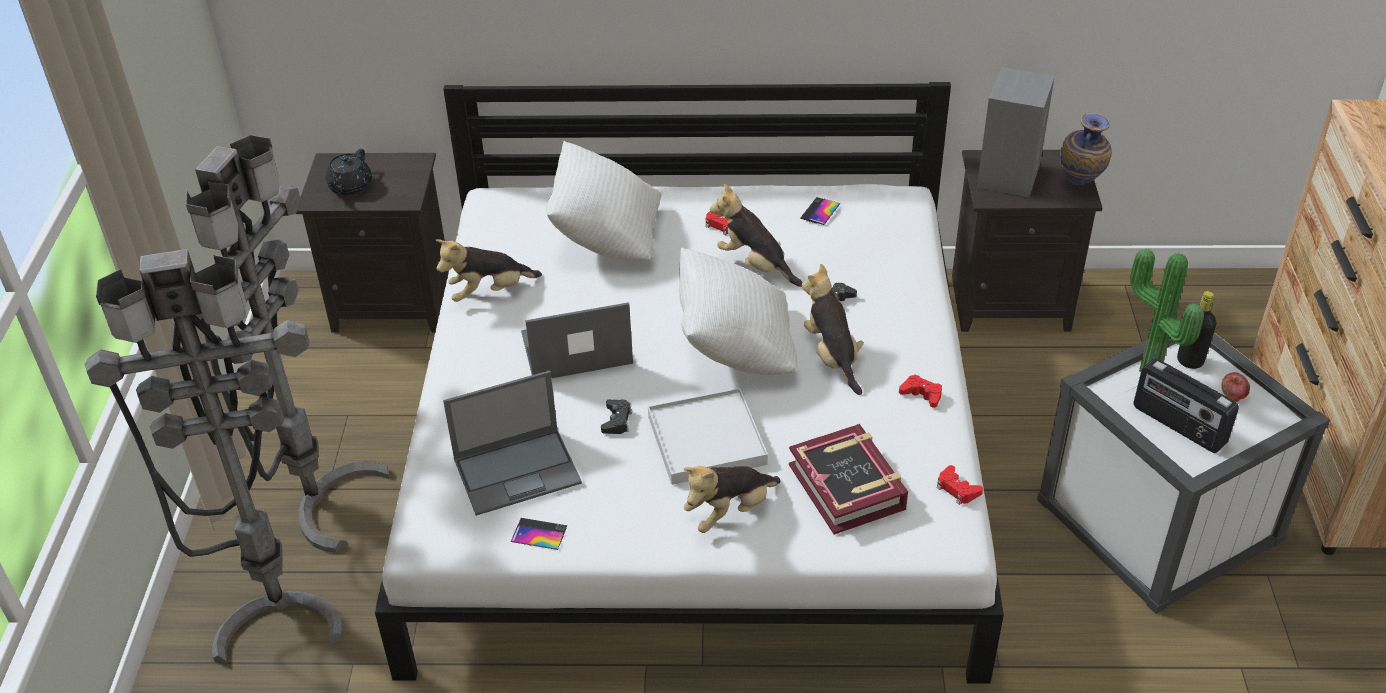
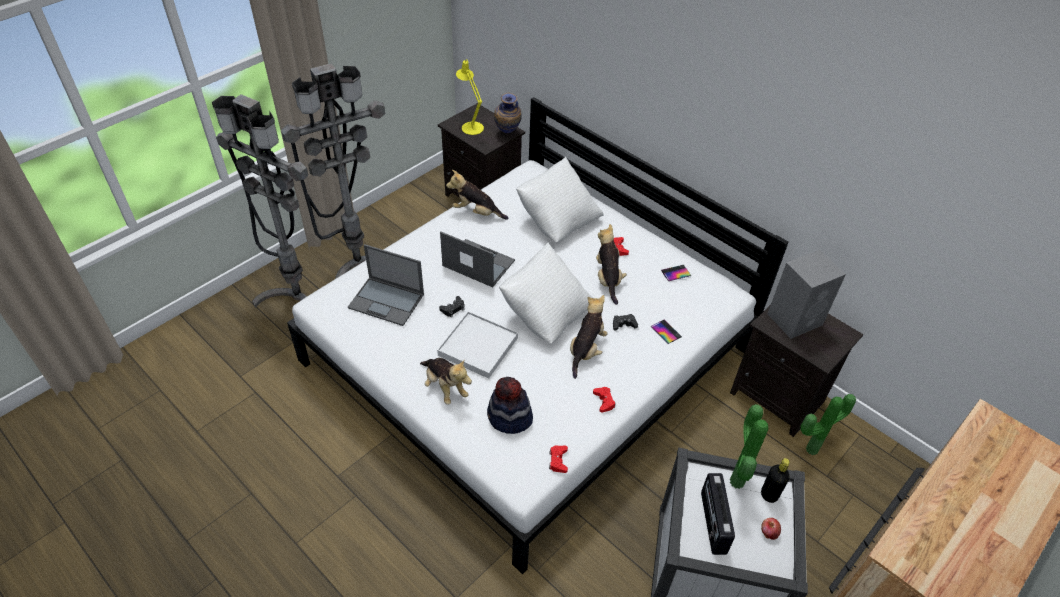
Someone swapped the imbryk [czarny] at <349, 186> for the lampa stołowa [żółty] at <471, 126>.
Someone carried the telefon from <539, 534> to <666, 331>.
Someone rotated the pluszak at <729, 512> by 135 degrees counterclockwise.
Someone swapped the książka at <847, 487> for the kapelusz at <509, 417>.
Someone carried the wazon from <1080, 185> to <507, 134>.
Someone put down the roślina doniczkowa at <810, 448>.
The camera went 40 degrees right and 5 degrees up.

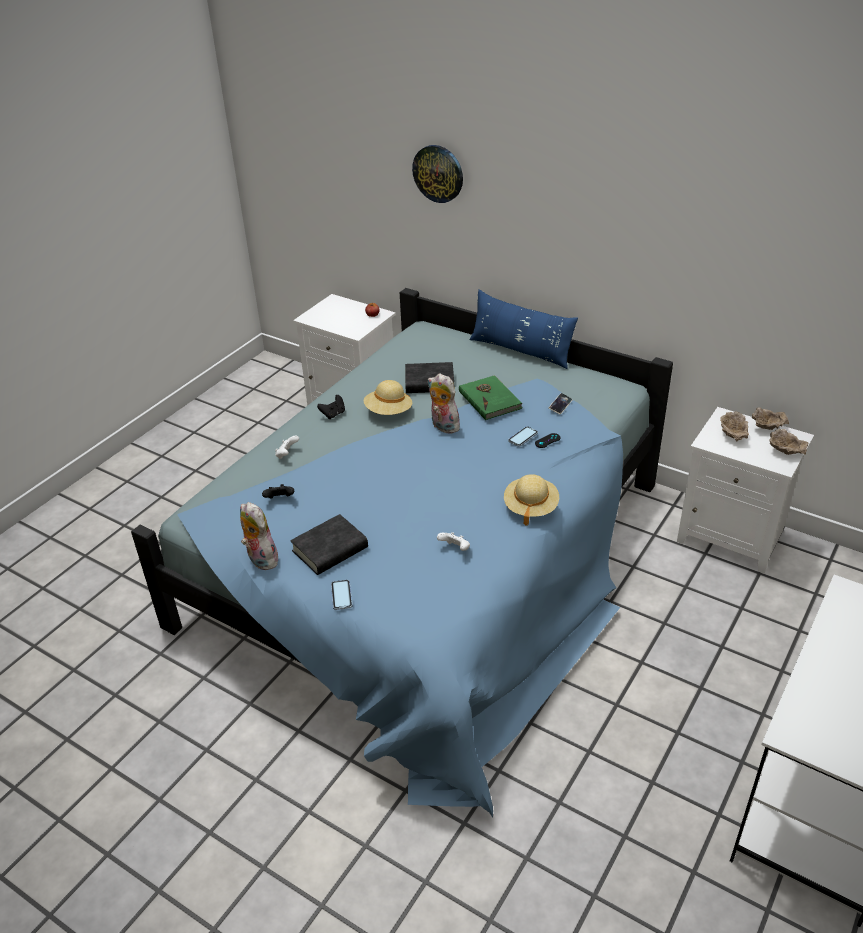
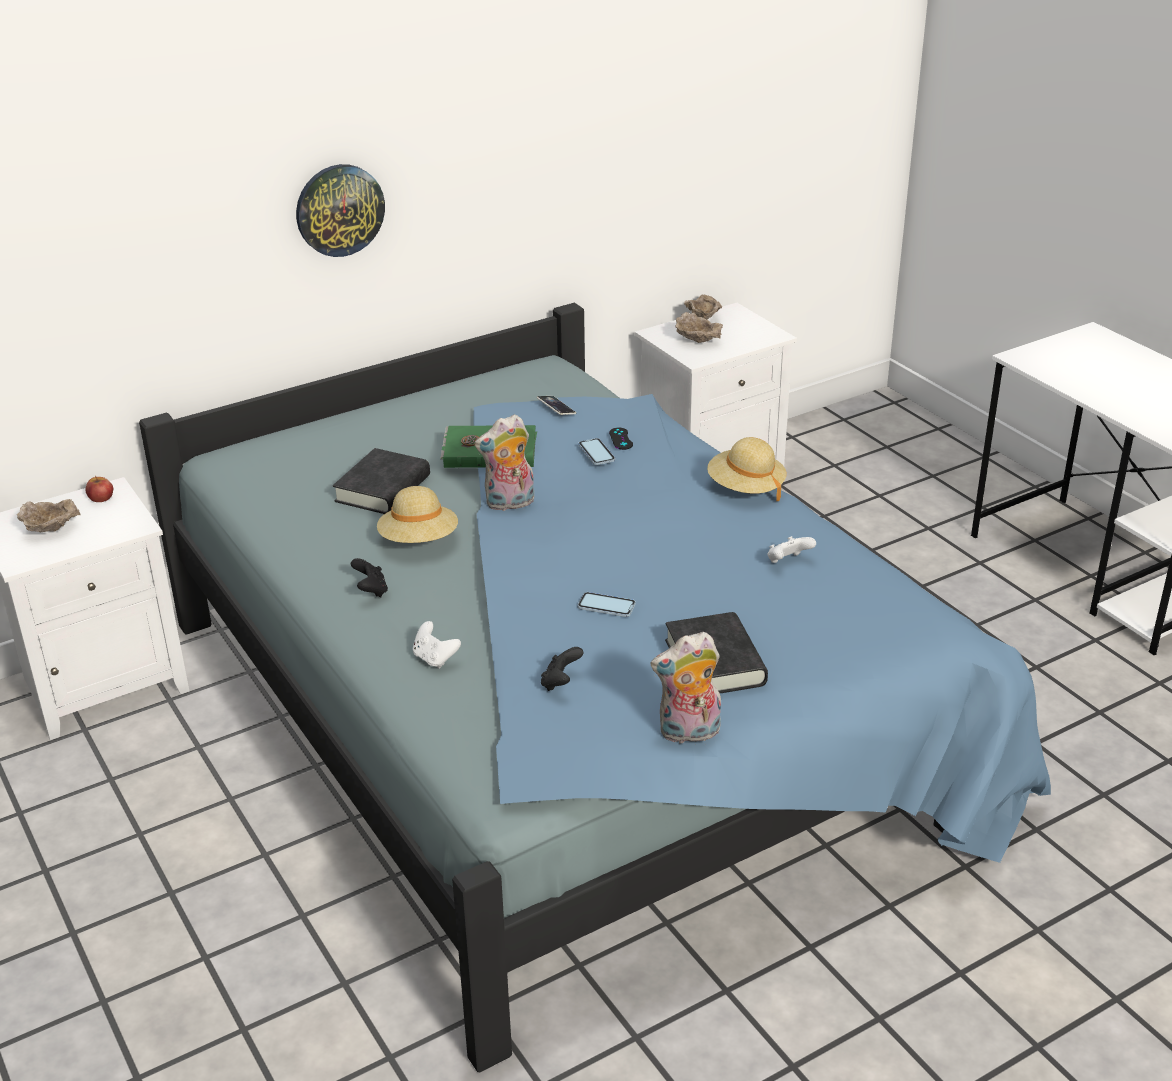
Someone carried the telefon from <341, 595> to <606, 606>.
Someone carried the zegar ścienny from <438, 173> to <339, 210>.
Someone took away the poduszka [niebieski] at <520, 351>.
Someone carried the miska [beżowy] from <785, 453> to <52, 530>.
The camera went 65 degrees left and 5 degrees down.

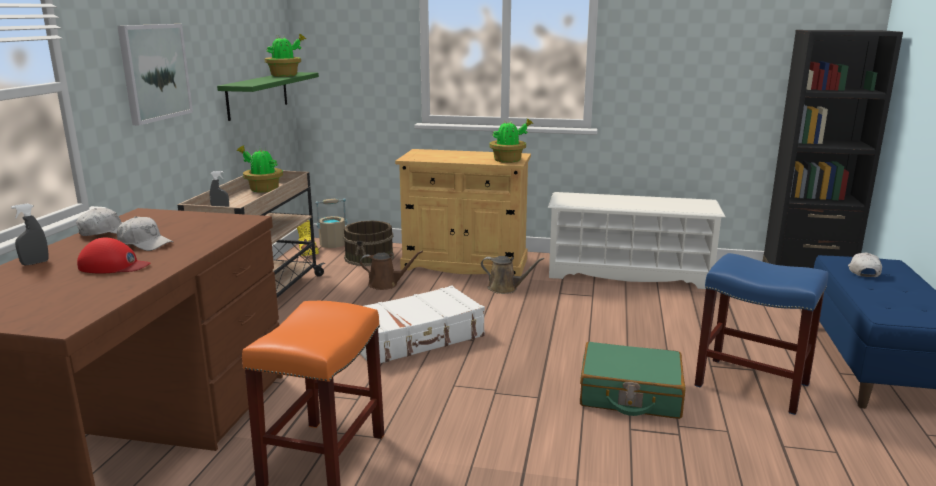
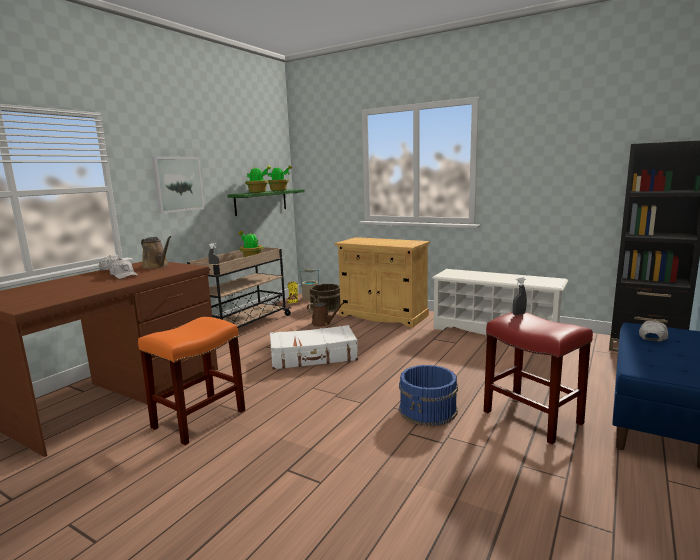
Someone carried the spryskiwacz [szary] from <35, 263> to <519, 314>.
Someone took away the czapka z daszkiem [czerwony] at <114, 266>.
Someone carried the konewka [brązowy] from <505, 288> to <157, 266>.
Someone carried the roślina doniczkowa from <509, 160> to <258, 192>.
Someone swapped the walizka [zielony] at <630, 394> for the wiadro [niebieski] at <428, 410>.
Someone repainted the stołek [niebieski] at <753, 384>, which became the stołek [czerwony] at <533, 417>.
The camera went 20 degrees right and 5 degrees down.

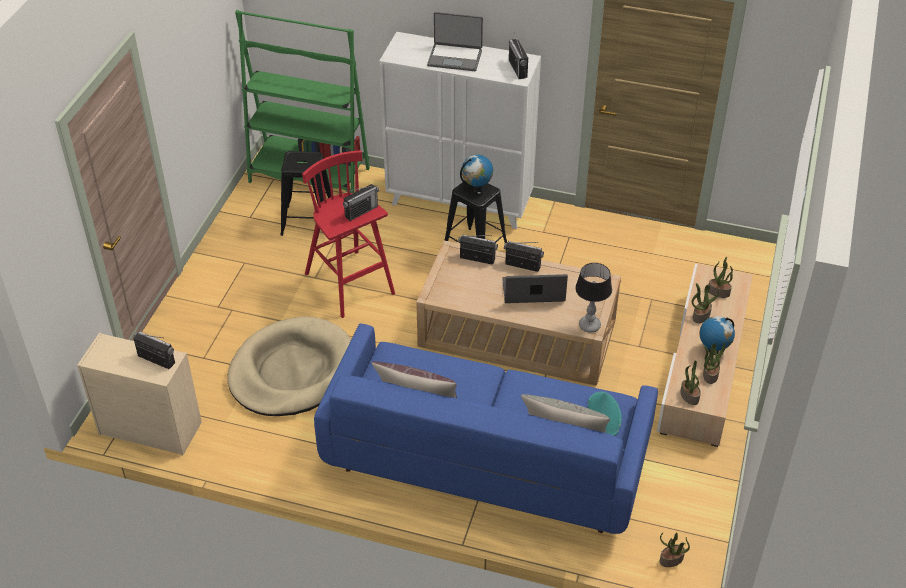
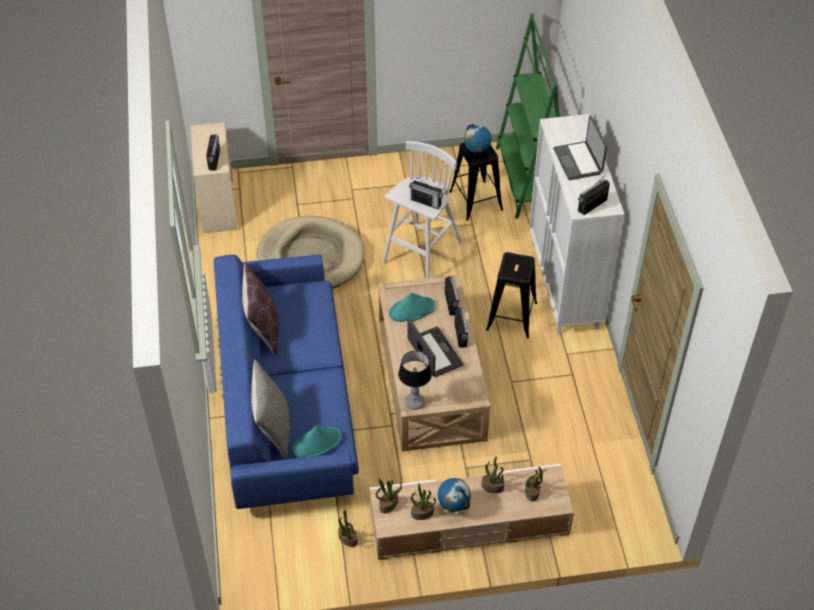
Someone repainted the stołek [czerwony] at <350, 285>, which became the stołek [biały] at <421, 254>.
Someone carried the globus from <477, 188> to <476, 154>.
Someone carried the roślina doniczkowa from <671, 560> to <347, 539>.
Someone put down the kapelusz [turkusowy] at <412, 310>.
The camera went 65 degrees right and 5 degrees up.

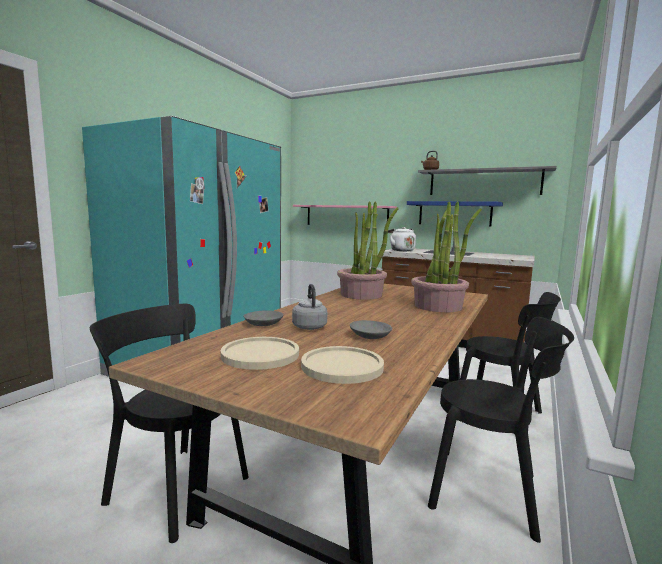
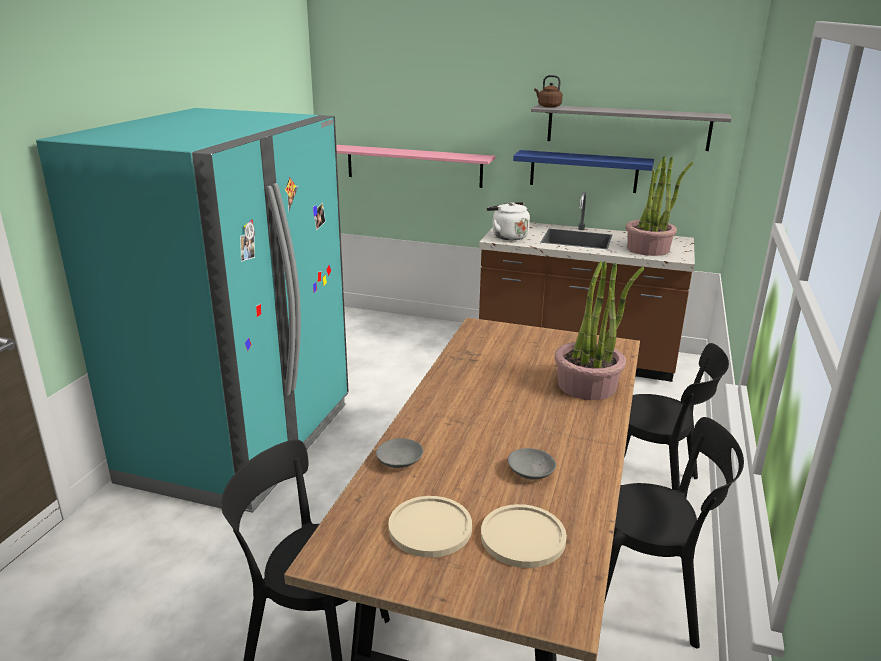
Someone took away the czajnik [szary] at <309, 326>.
Someone carried the roślina doniczkowa from <362, 295> to <648, 249>.
The camera went 10 degrees left and 15 degrees up.

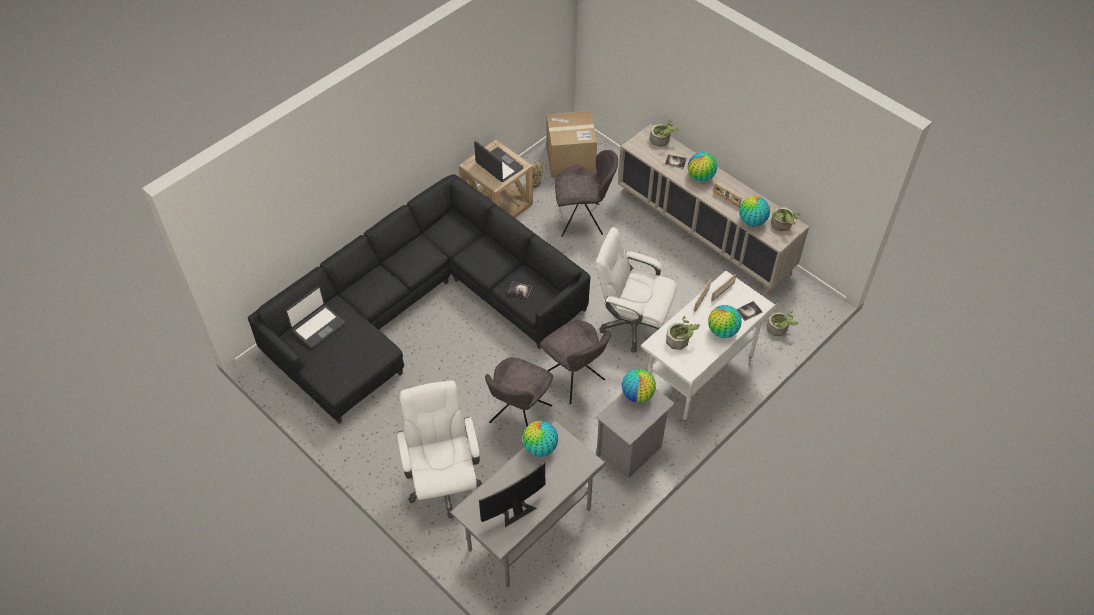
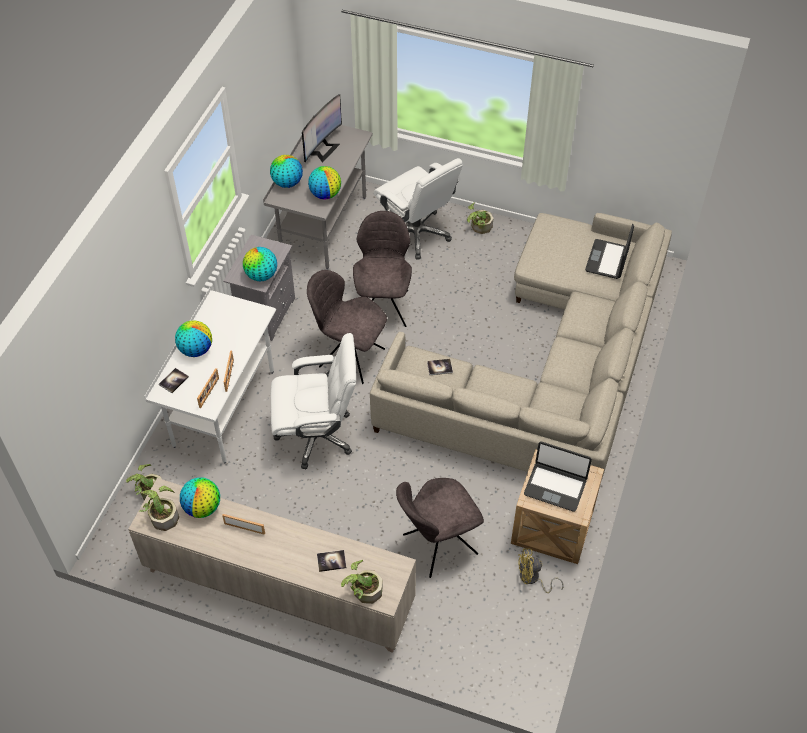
Someone repainted the kanapa [czarny] at <419, 308>, which became the kanapa [beżowy] at <547, 368>.
Someone took away the karton at <570, 160>.
Someone carried the roślina doniczkowa from <680, 340> to <479, 227>.
Someone carried the globus from <701, 177> to <287, 183>.
The camera went 155 degrees right and 0 degrees up.

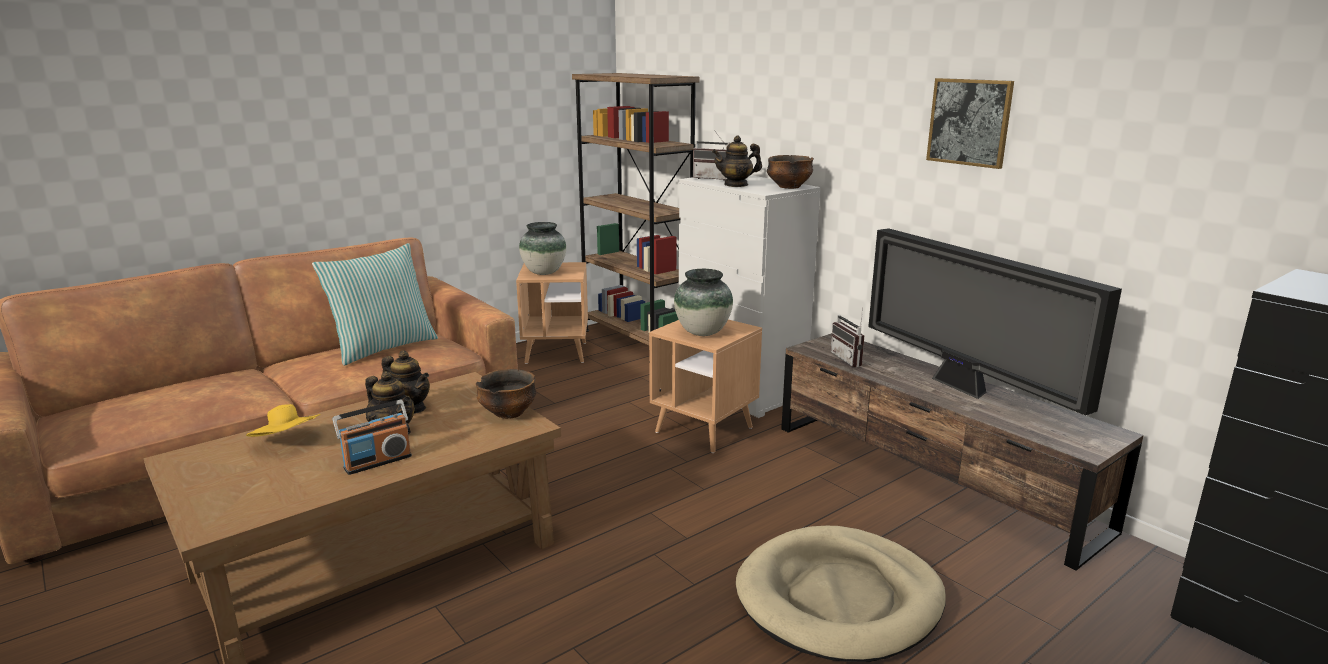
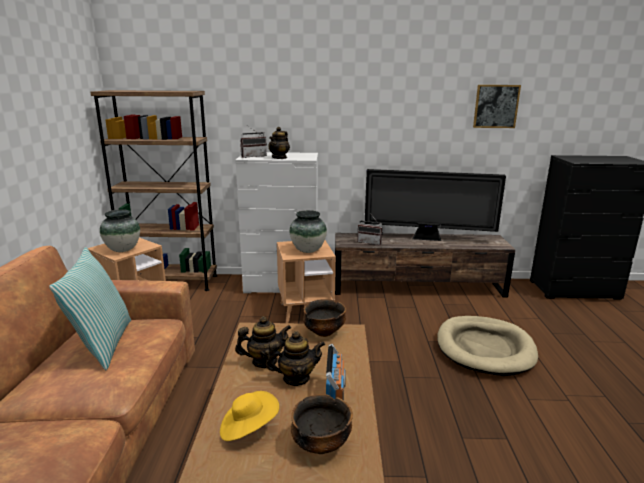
Someone carried the miska from <789, 187> to <320, 445>.
Someone carried the obraz from <969, 122> to <496, 106>.
The camera went 50 degrees left and 0 degrees up.

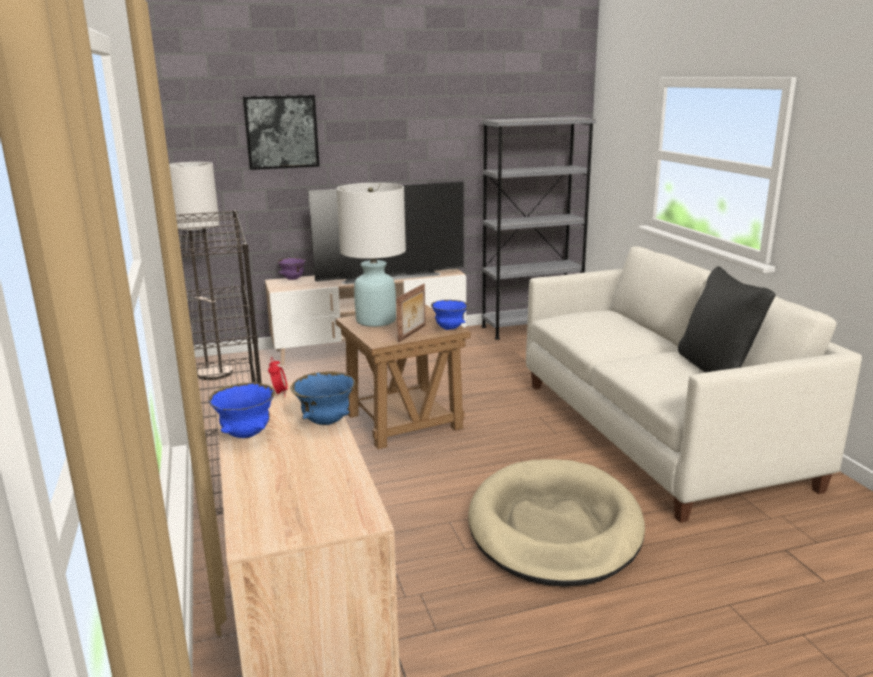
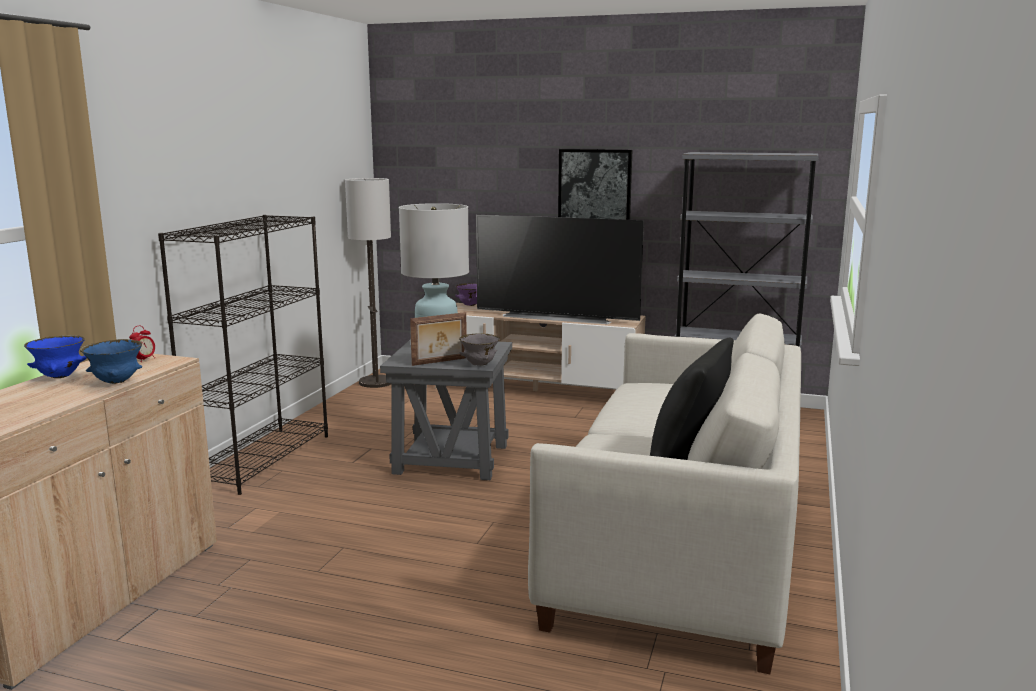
Someone carried the obraz from <281, 132> to <595, 186>.
Someone repainted the stolik [brązowy] at <404, 421>, which became the stolik [szary] at <452, 459>.
Someone repainted the miska [niebieski] at <449, 329>, which became the miska [szary] at <479, 365>.
Someone took away the legowisko [beżowy] at <554, 527>.
The camera went 35 degrees right and 5 degrees down.

